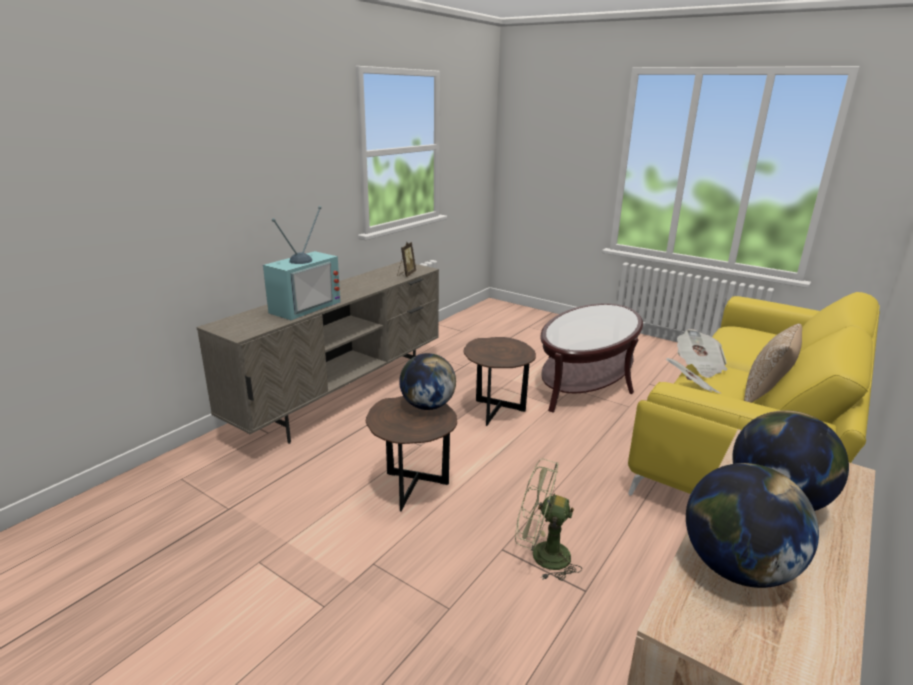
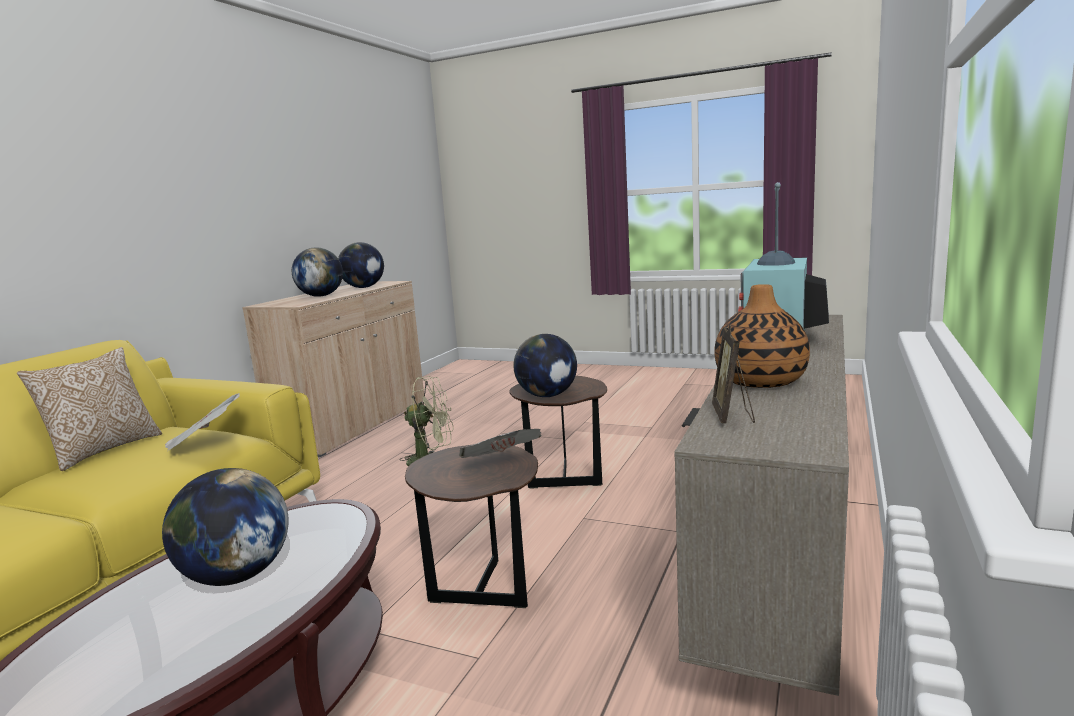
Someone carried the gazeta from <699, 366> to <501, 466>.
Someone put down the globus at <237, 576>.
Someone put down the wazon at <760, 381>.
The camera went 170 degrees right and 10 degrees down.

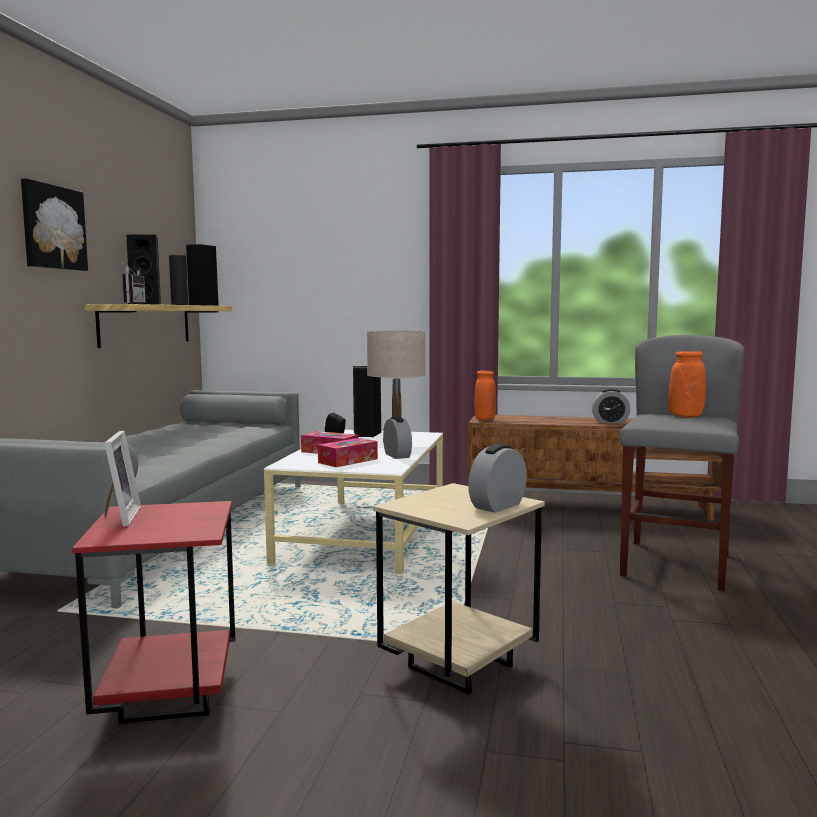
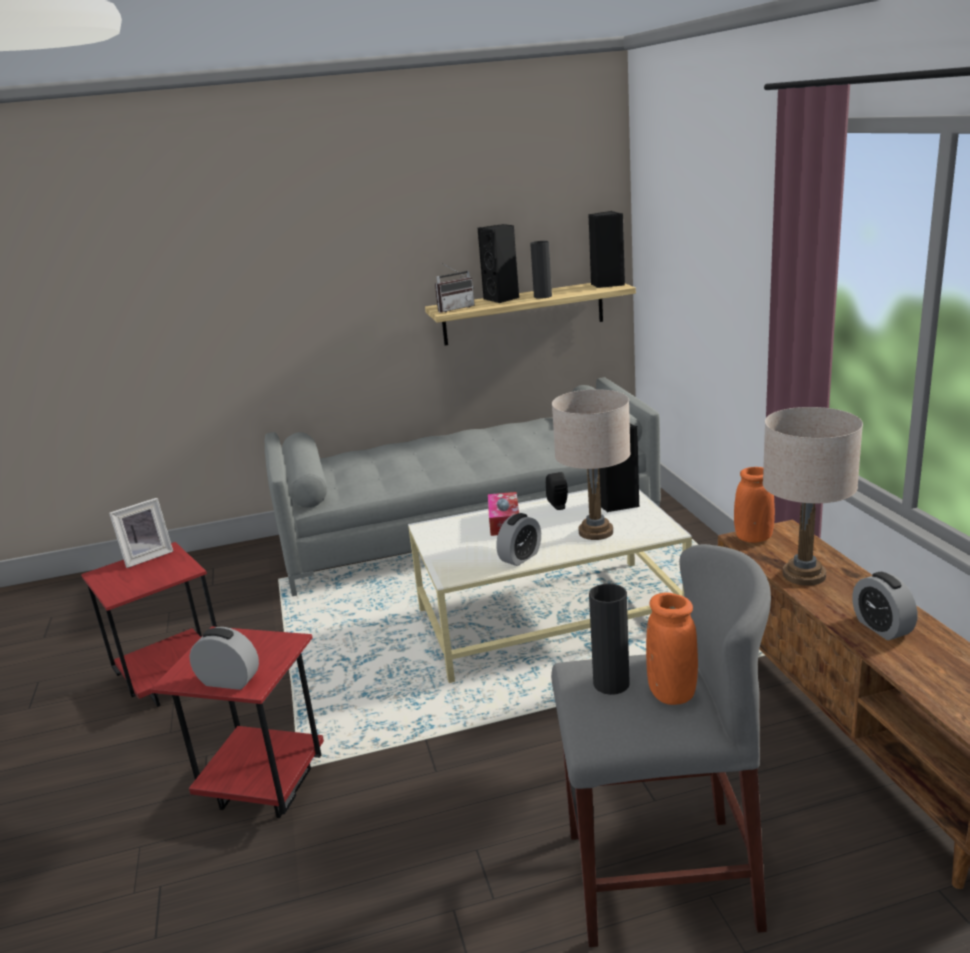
Someone took away the obraz at <52, 227>.
Someone took away the pudełko chusteczek at <348, 461>.
Someone repainted the stolik [beżowy] at <457, 667>, which became the stolik [czerwony] at <266, 787>.
Someone put down the wazon [czarny] at <611, 683>.
Someone put down the lampa stołowa [beżowy] at <804, 575>.
The camera went 65 degrees right and 15 degrees up.

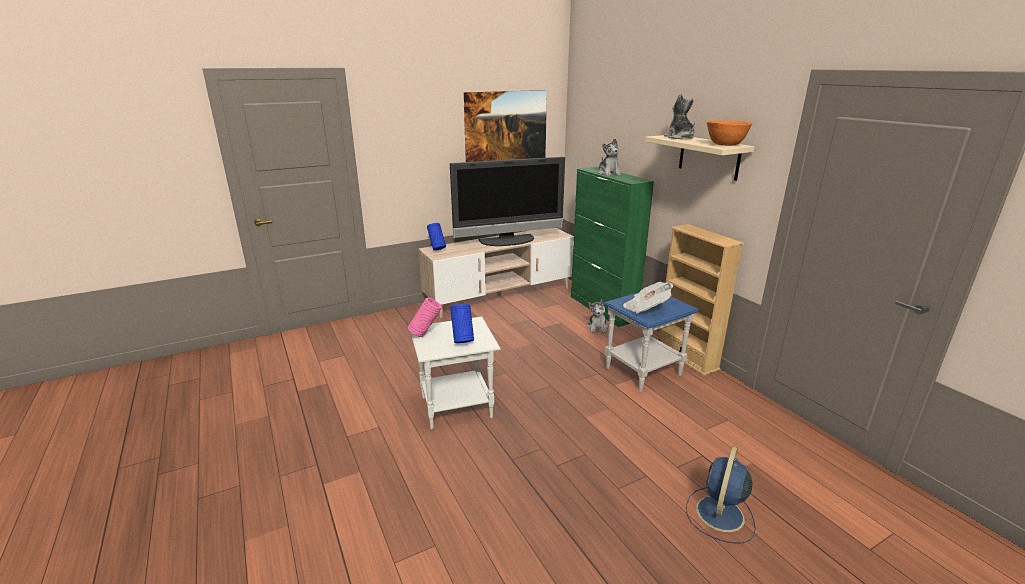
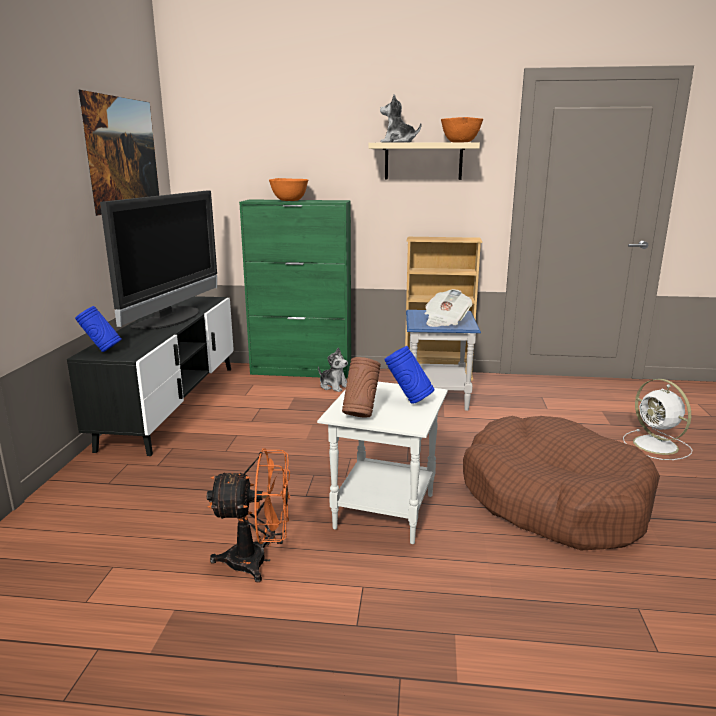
Someone repainted the wazon [różowy] at <426, 334>, which became the wazon [brązowy] at <361, 415>.
Someone repainted the szafka pod telewizor [beżowy] at <499, 296>, which became the szafka pod telewizor [czarny] at <172, 404>.
Someone swapped the pluszak at <609, 173> for the miska [pomarańczowy] at <289, 200>.
Someone repainted the wentylator [niebieski] at <719, 515>, which became the wentylator [biały] at <657, 446>.
Someone put down the wentylator [pomarańczowy] at <258, 561>.
Someone put down the legowisko [brązowy] at <553, 499>.
The camera went 55 degrees left and 5 degrees down.

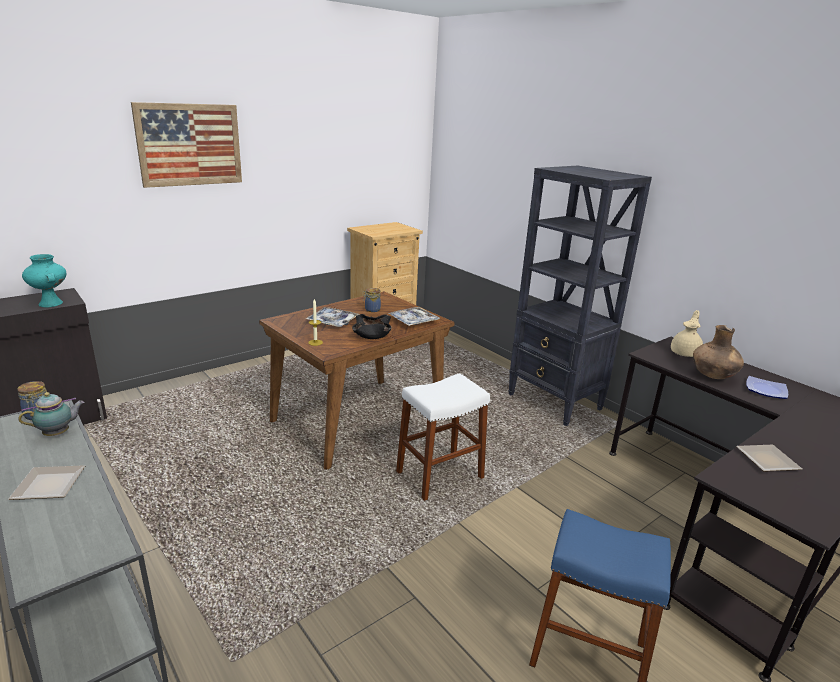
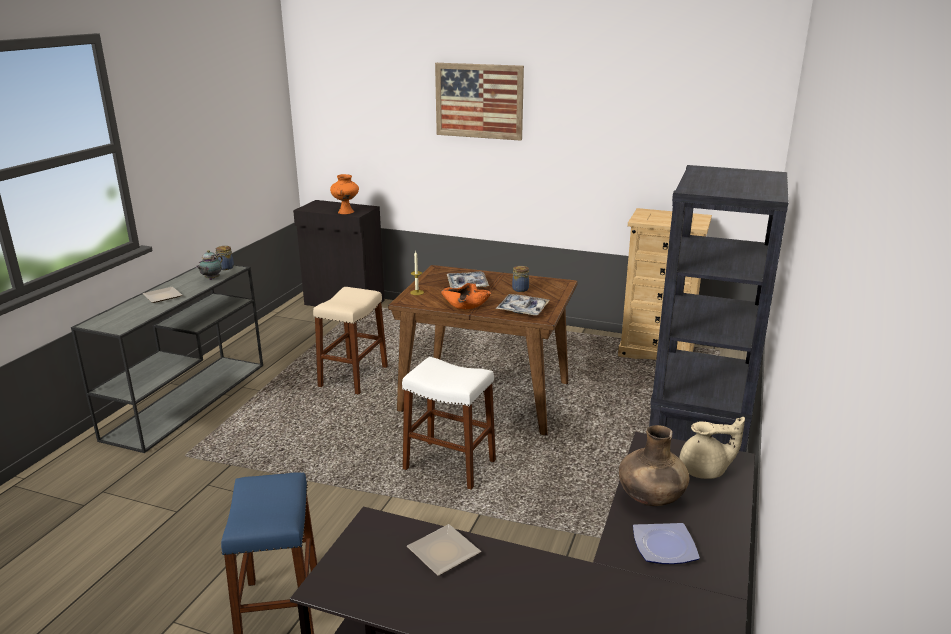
Someone rotated the imbryk at <58, 434> by 90 degrees clockwise.
Someone repainted the wazon [turkusowy] at <51, 303>, which became the wazon [pomarańczowy] at <346, 212>.
Someone repainted the miska [czarny] at <371, 334>, which became the miska [pomarańczowy] at <465, 304>.
Someone put down the stołek [beżowy] at <353, 377>.
The camera went 60 degrees right and 0 degrees up.

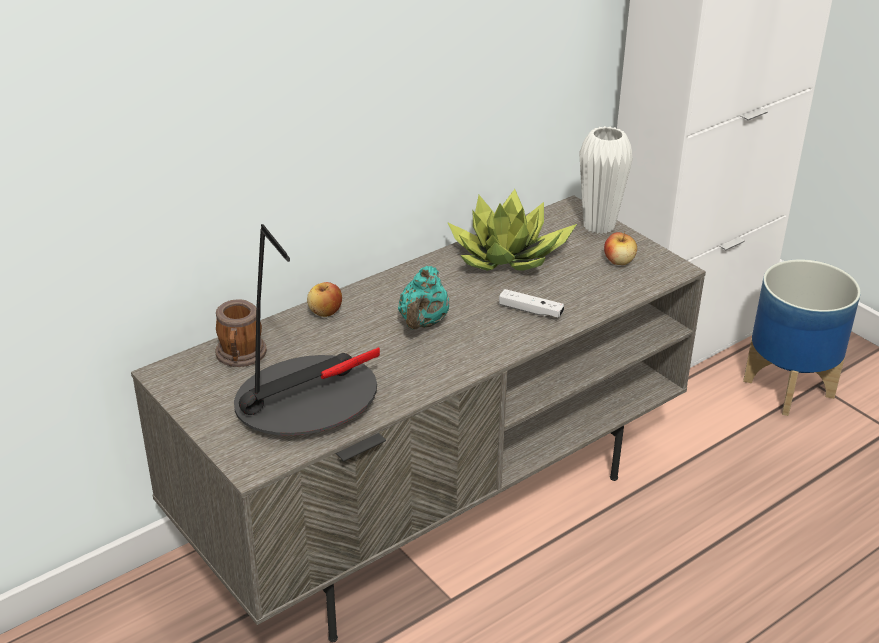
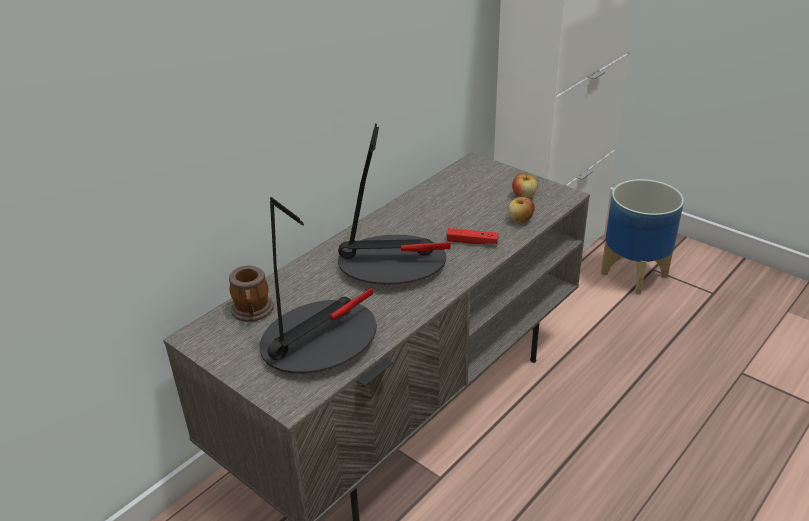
Someone carried the jabłko from <325, 312> to <520, 220>.
Someone swapped the imbryk [turkusowy] at <423, 323> for the lampa stołowa at <392, 263>.
Someone took away the roślina doniczkowa at <508, 255>.
Someone repainted the pad do gier [biały] at <530, 311>, which became the pad do gier [czerwony] at <472, 242>.
Someone took away the wazon [biały] at <599, 226>.
The camera went 10 degrees left and 0 degrees up.

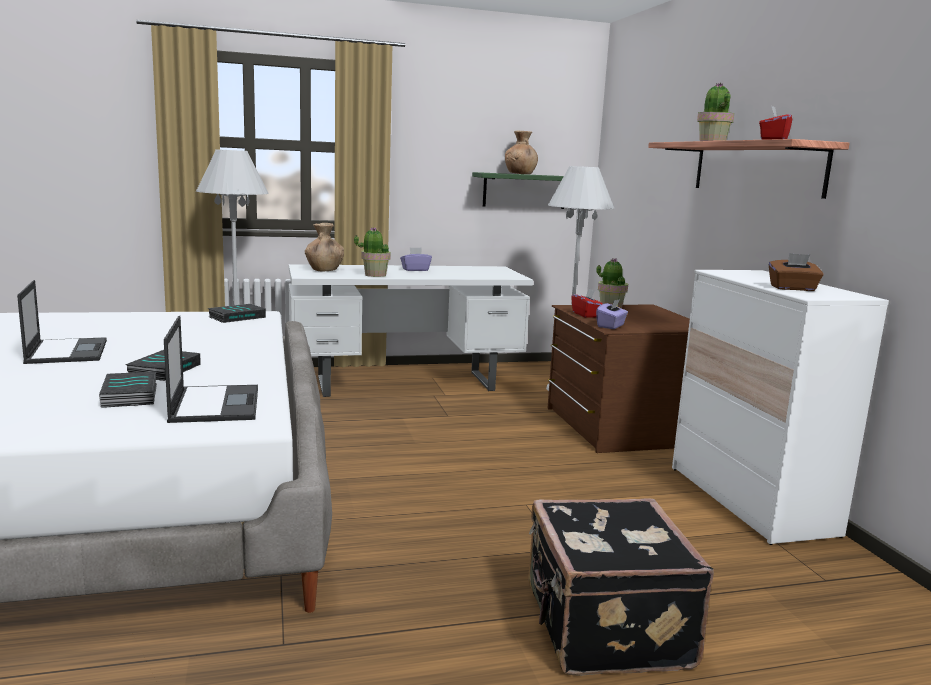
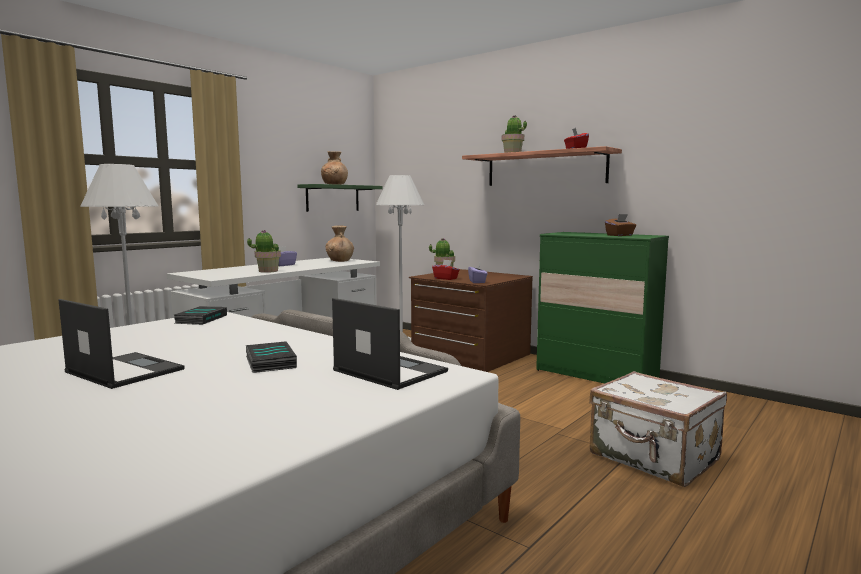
Someone took away the książka at <131, 395>.
Someone carried the wazon [brązowy] from <324, 270> to <340, 261>.
Someone repainted the walizka [czarny] at <603, 627>, which became the walizka [biały] at <653, 458>.
Someone repainted the komoda [biały] at <750, 500>, which became the komoda [zielony] at <596, 375>.
The camera went 35 degrees left and 5 degrees down.

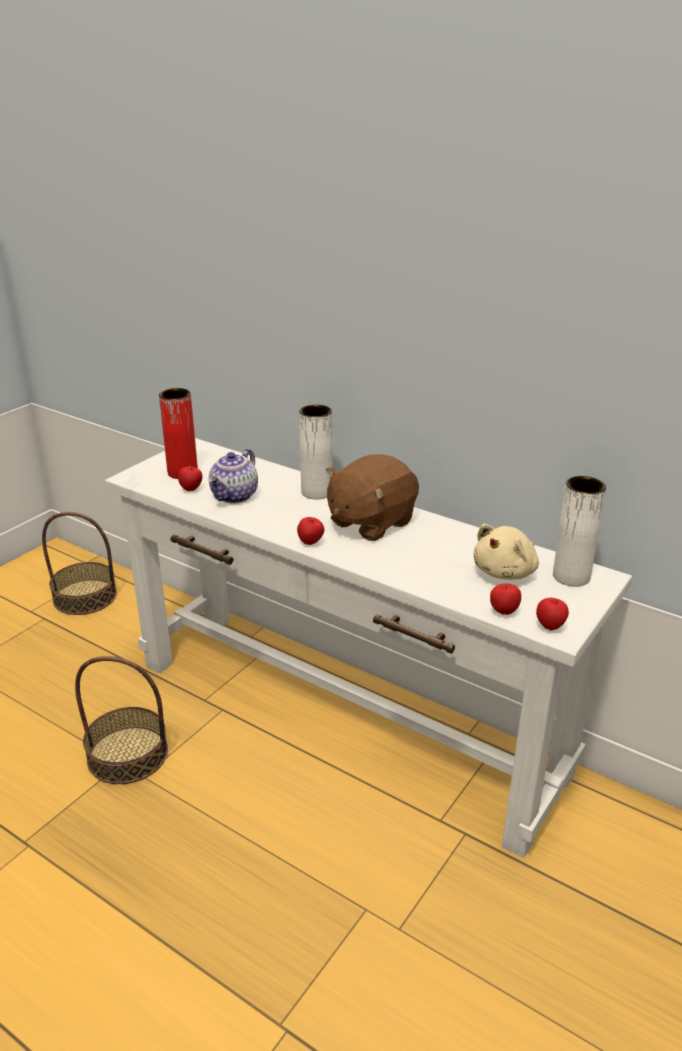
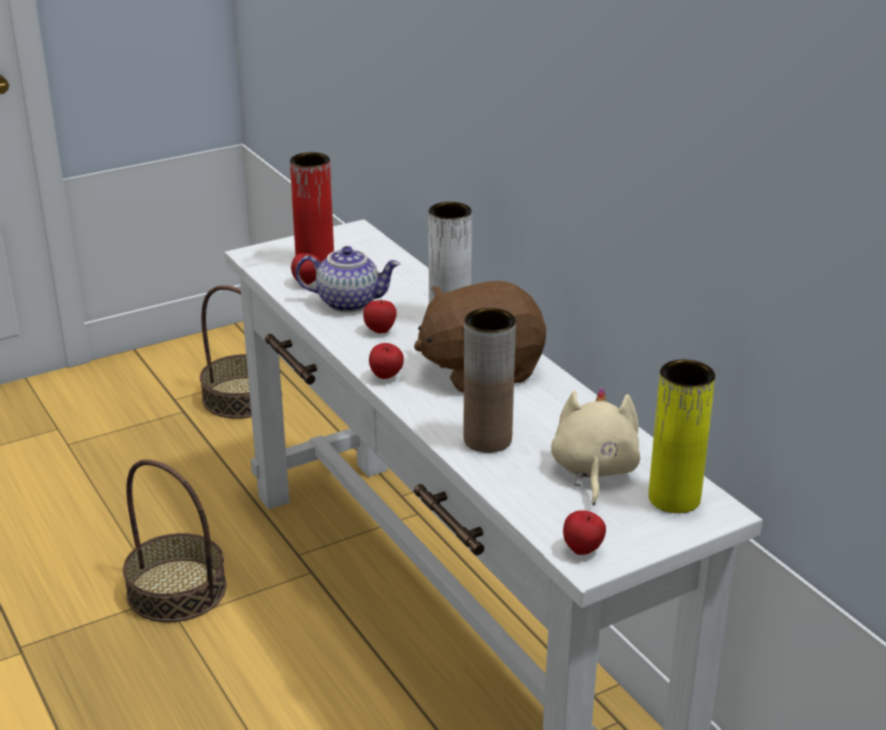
Someone rotated the imbryk at <235, 496> by 135 degrees counterclockwise.
Someone rotated the pluszak [beżowy] at <506, 572> by 120 degrees clockwise.
Someone carried the jabłko from <503, 612> to <380, 331>.
Someone repainted the wazon [biały] at <571, 576>, which became the wazon [żółty] at <674, 498>.
Someone put down the wazon [brązowy] at <487, 440>.
The camera went 25 degrees right and 0 degrees up.

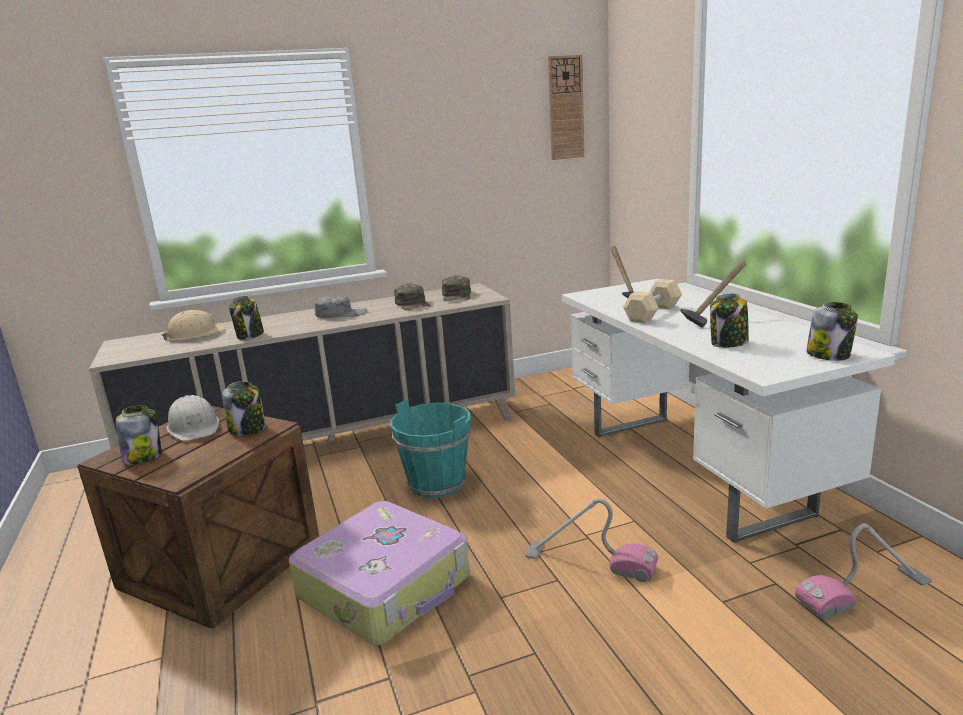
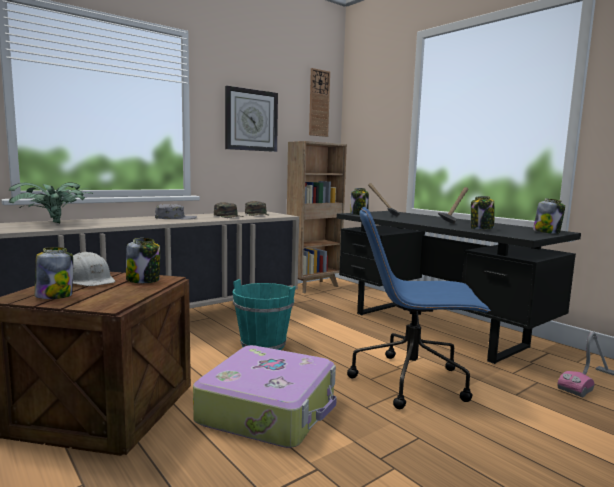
Someone swapped the kask [beżowy] at <195, 334> for the roślina doniczkowa at <53, 223>.
Someone carried the słoik from <250, 335> to <359, 214>.
Someone swapped the odkurzacz at <590, 562> for the krzesło biurowe [niebieski] at <412, 381>.
Someone repainted the biurko [biały] at <693, 470>, which became the biurko [czarny] at <437, 329>.
Someone took away the hantel [beżowy] at <653, 313>.
Someone put up the zegar ścienny at <251, 120>.
Someone put down the regał [brązowy] at <314, 286>.
The camera went 20 degrees left and 10 degrees down.

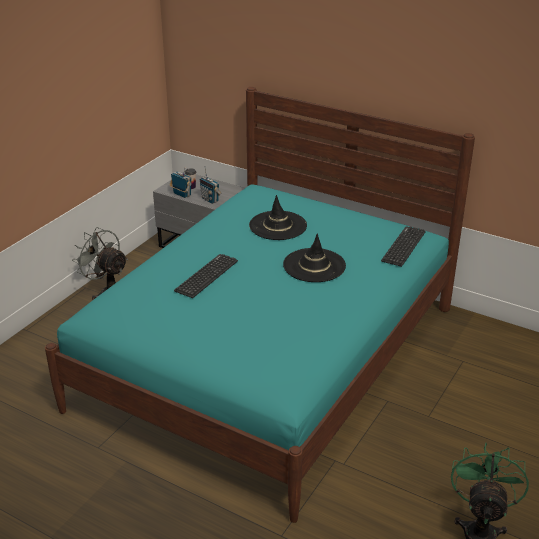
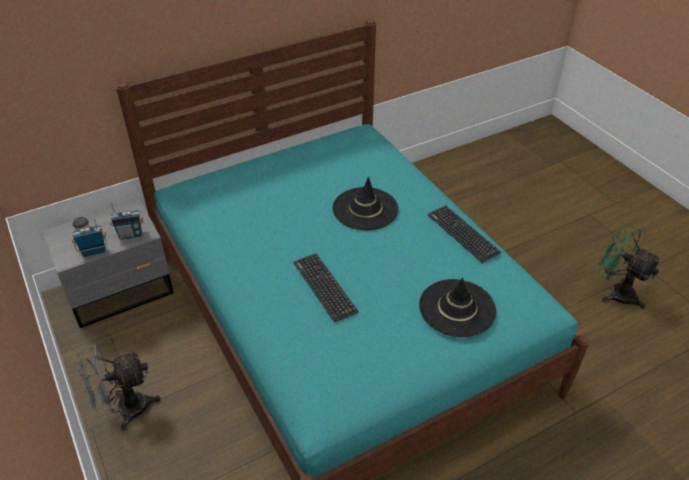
Someone carried the kapelusz [czarny] from <278, 226> to <457, 308>.
Someone carried the klawiatura from <403, 246> to <463, 233>.
The camera went 60 degrees left and 10 degrees up.

